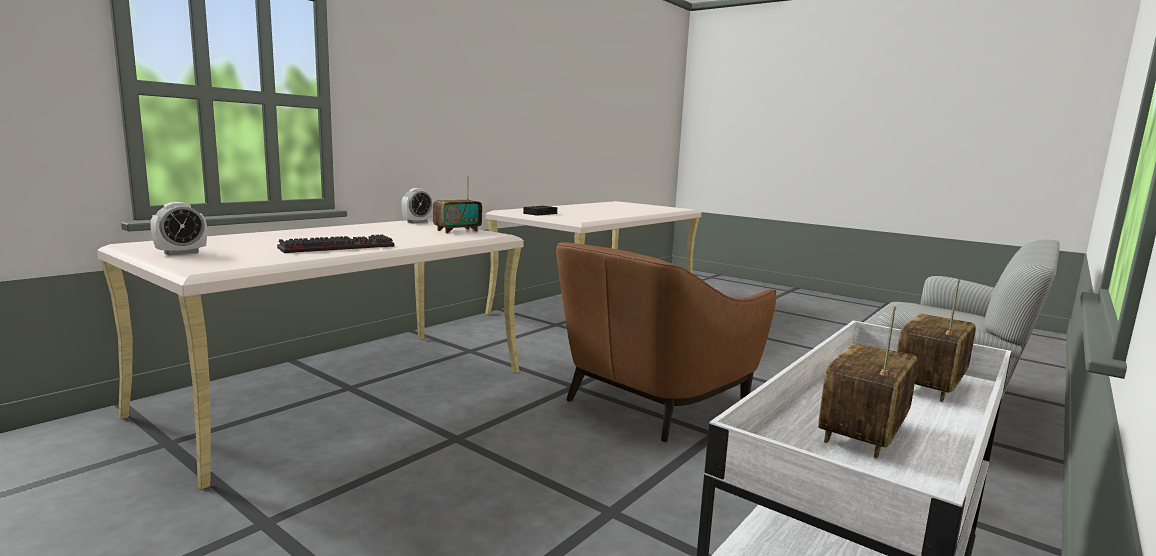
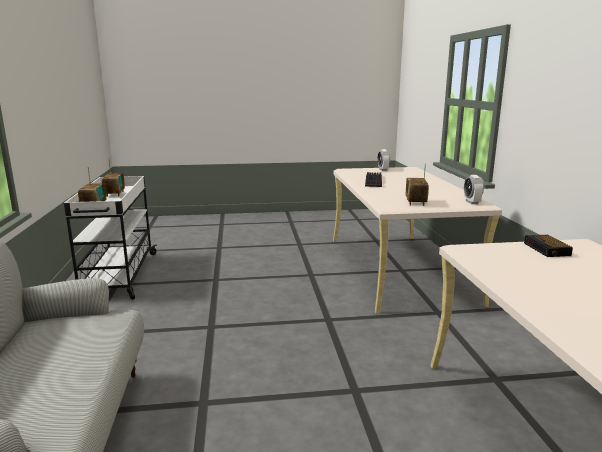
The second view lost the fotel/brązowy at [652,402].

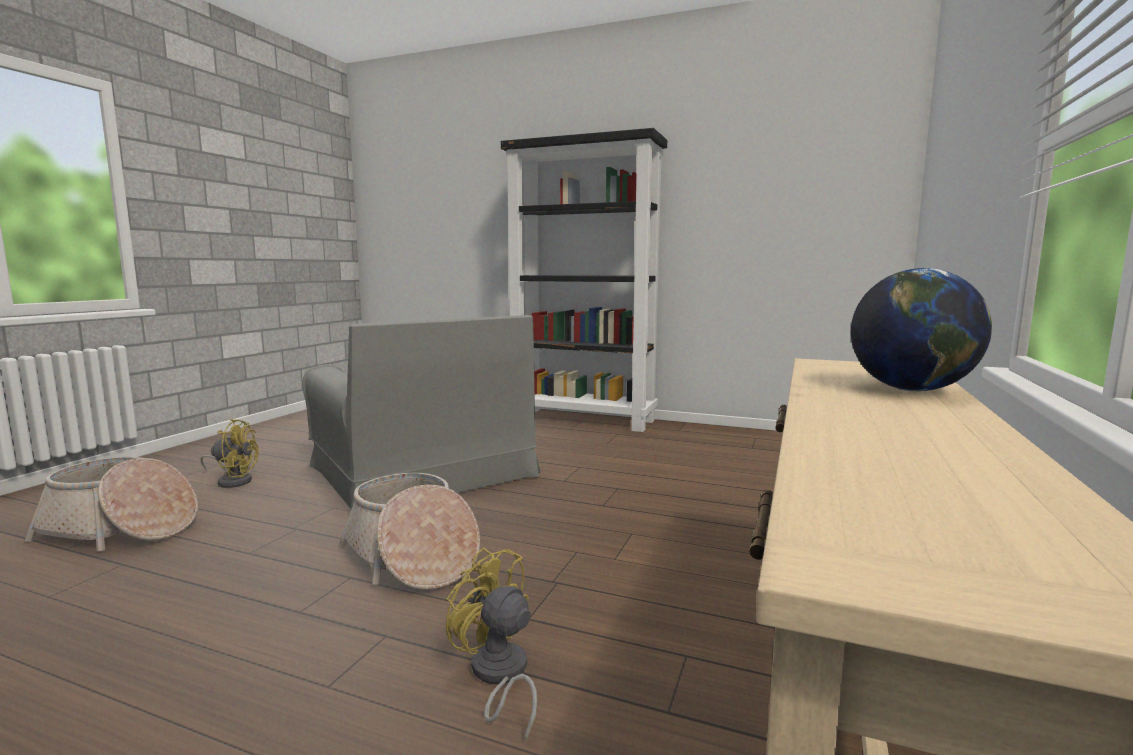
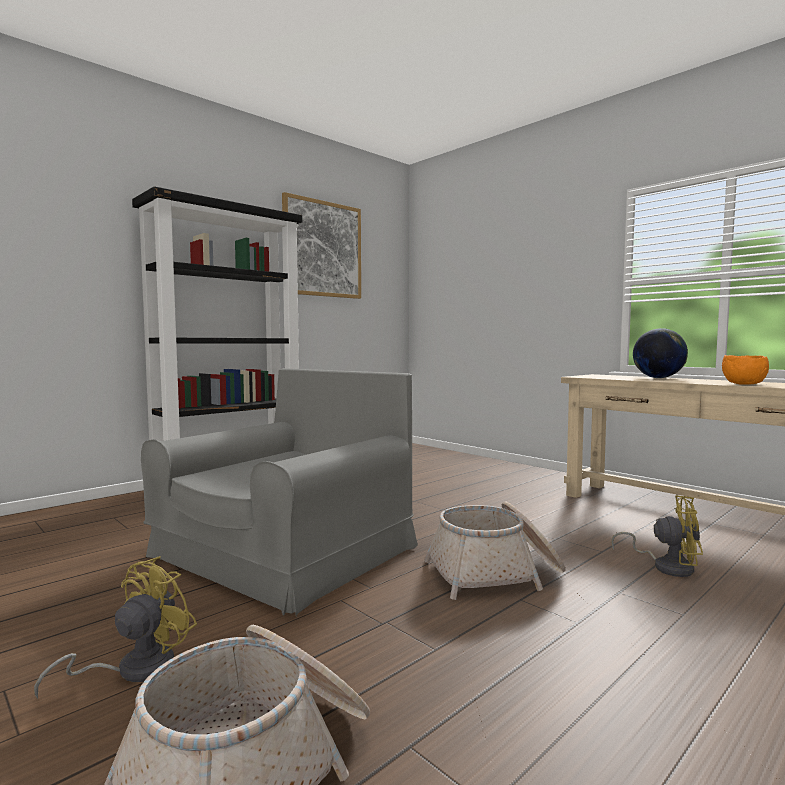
The second view gained the obraz at [322,249].
The second view gained the miska/pomarańczowy at [742,384].
The fotel/szary at [423,472] ended up facing another way, 45 degrees counterclockwise from before.
The wentylator/żółty at [498,676] ended up facing another way, 135 degrees counterclockwise from before.

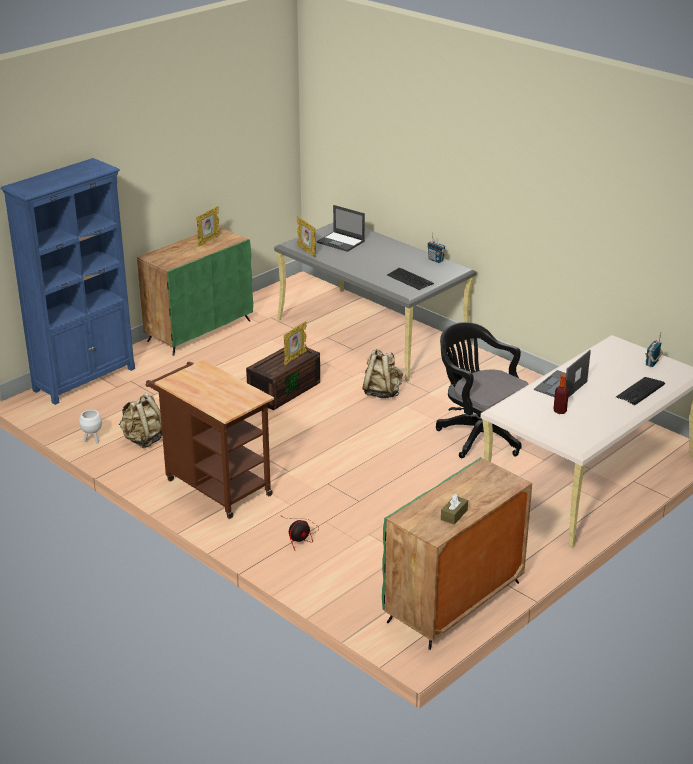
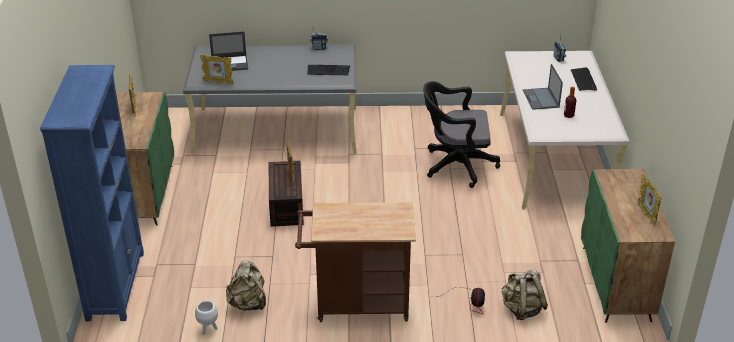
The plecak/beżowy ended up elsewhere, having gone from [382,392] to [522,309].
Where the pudełko chusteczek/brązowy stood at [454,515], the ramka na zdjęcie came to stand at [646,215].

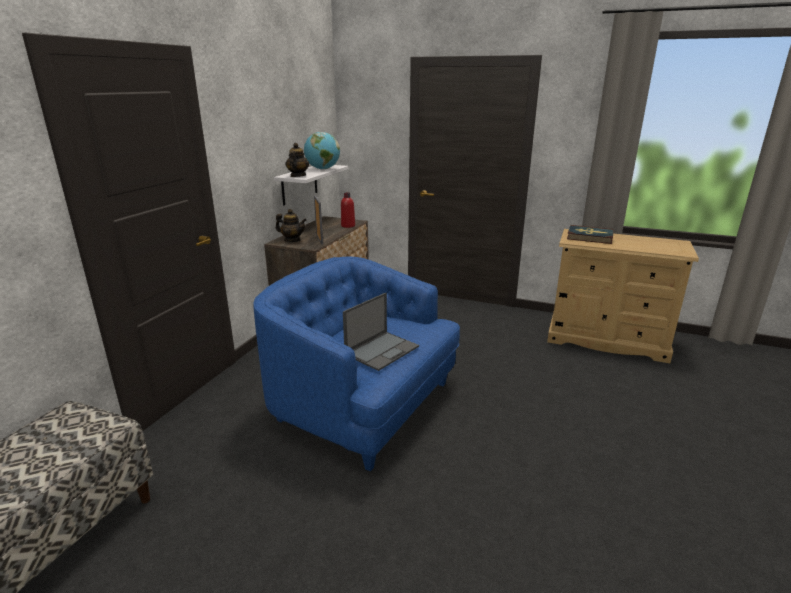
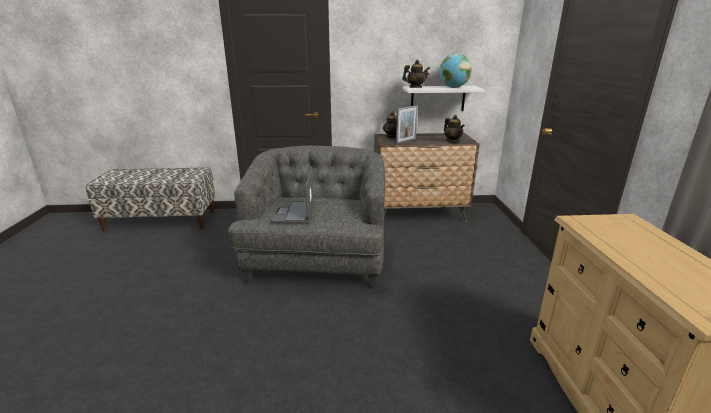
The second view lost the książka at [589,237].
Where the butelka/czerwony stood at [348,226], the imbryk came to stand at [452,141].
What was the fotel/niebieski at [363,405] turned into the fotel/szary at [317,260].
The laptop at [382,350] ended up facing another way, 75 degrees clockwise from before.

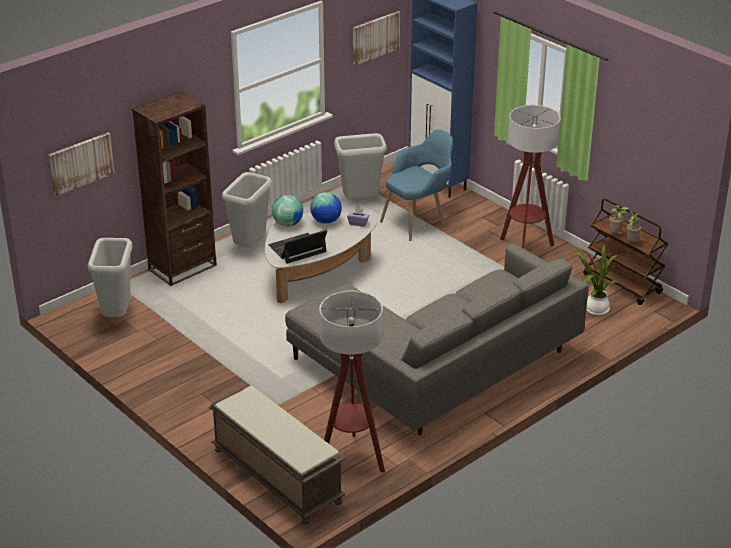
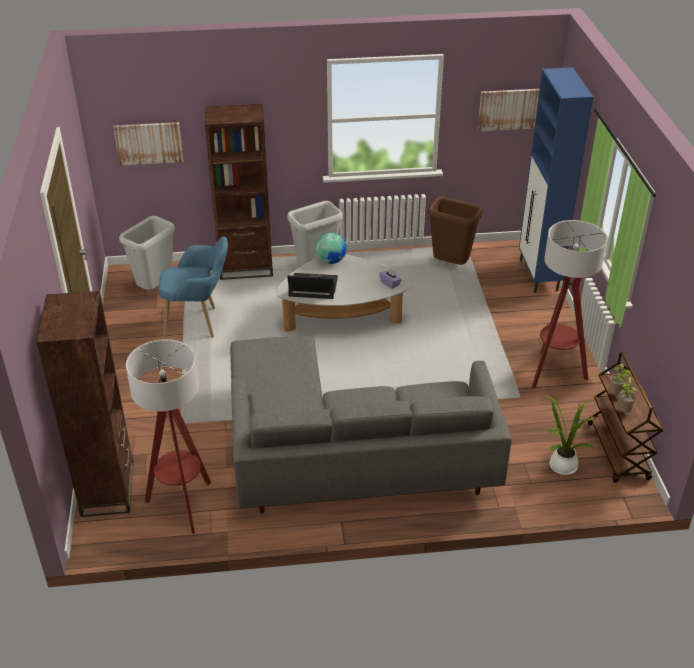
The second view lost the globus at [326,221].
The fotel/niebieski ended up elsewhere, having gone from [418,221] to [199,323].
Where the ławka/brązowy stood at [275,476], the regał/brązowy came to stand at [108,488].
What was the kosz na śmieci/szary at [360,201] turned into the kosz na śmieci/brązowy at [451,265].

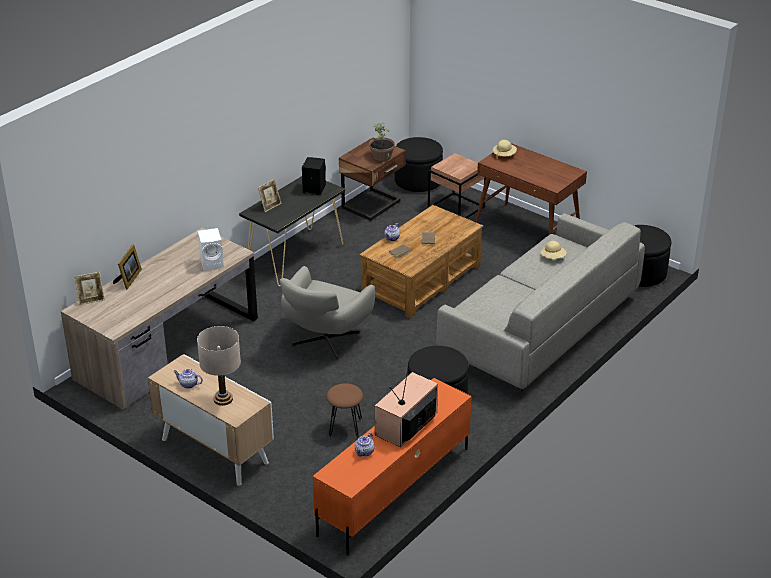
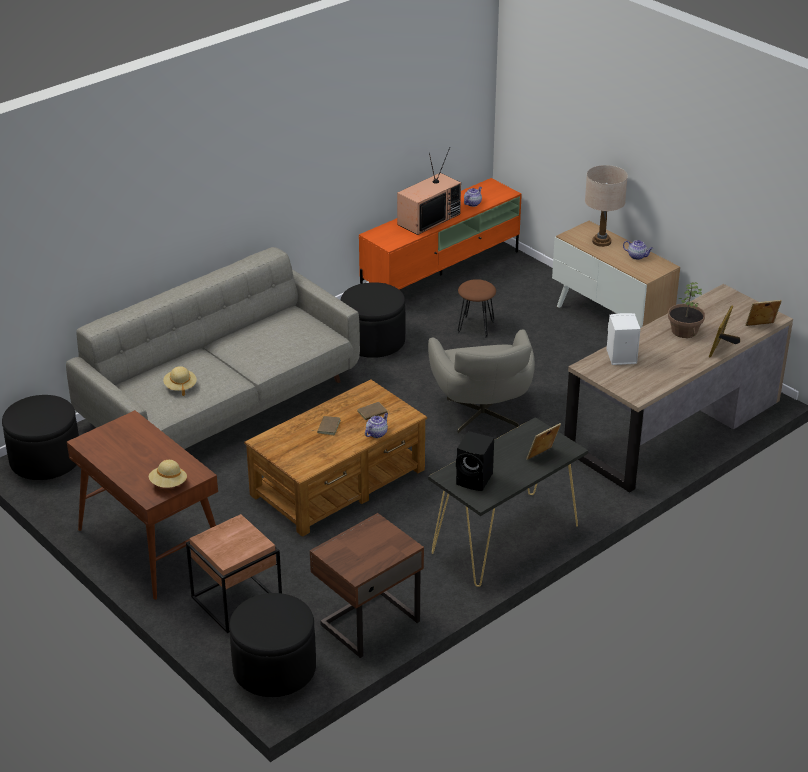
The roślina doniczkowa ended up elsewhere, having gone from [382,156] to [684,331].
The fotel/szary at [324,341] ended up facing another way, 135 degrees clockwise from before.

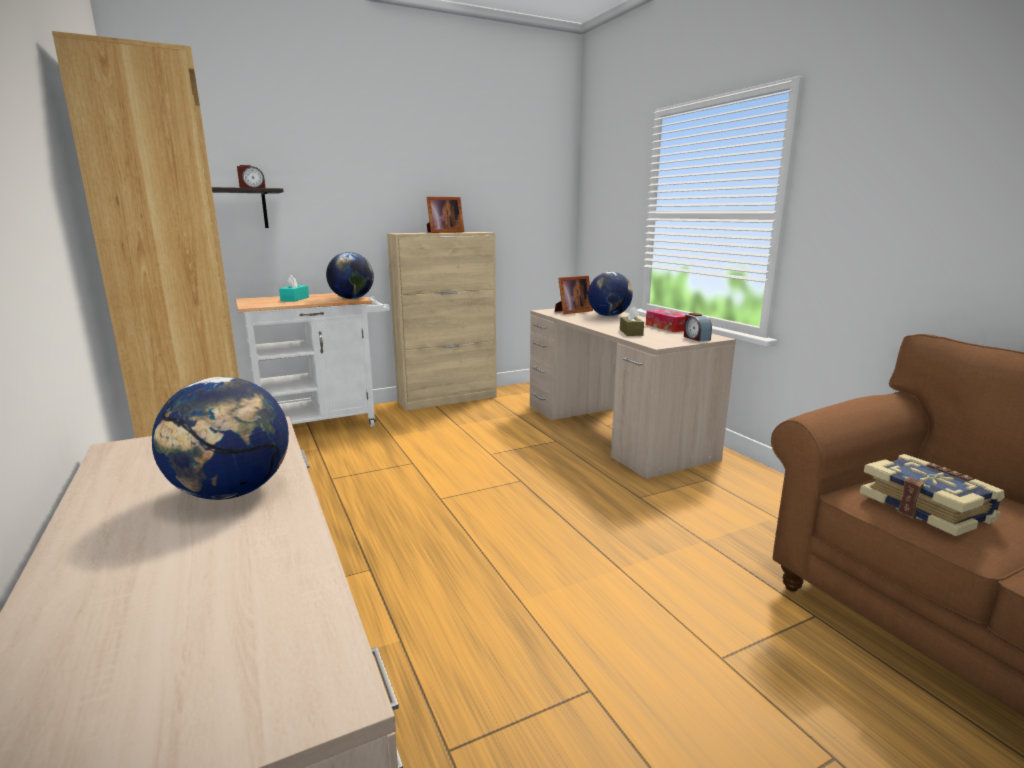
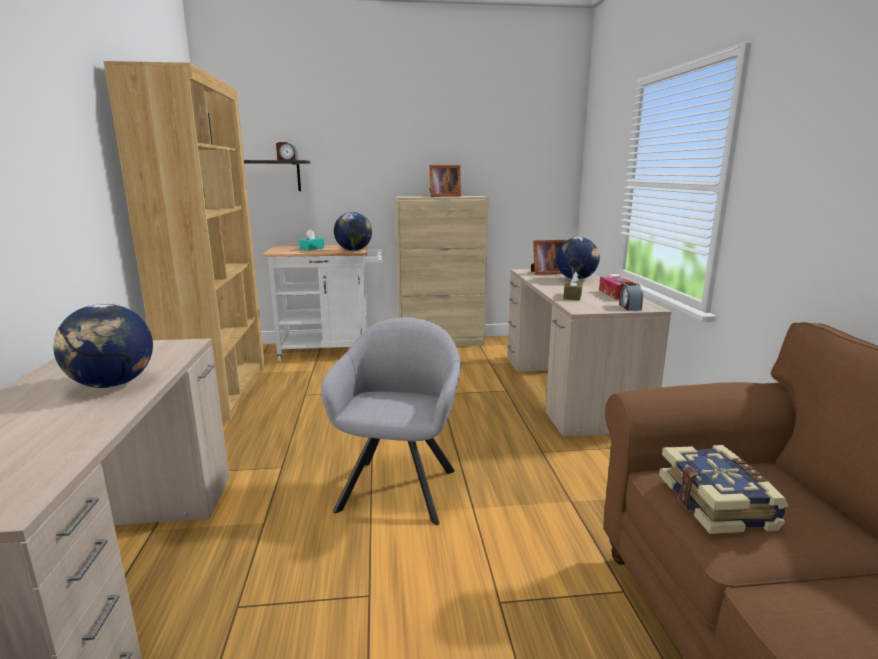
The second view gained the fotel/szary at [400,485].

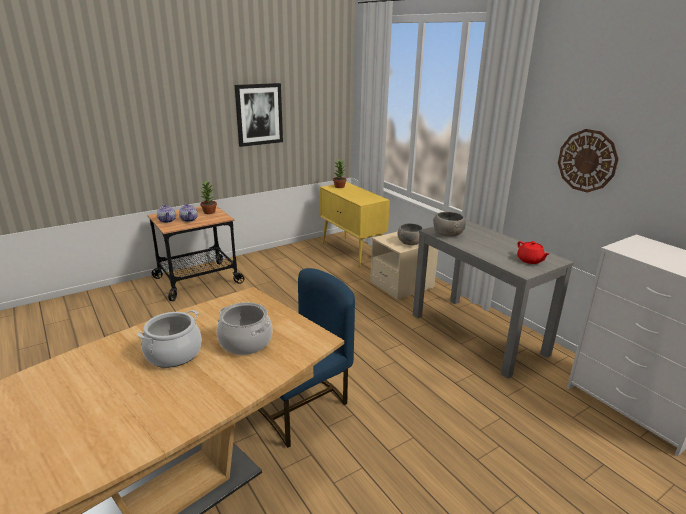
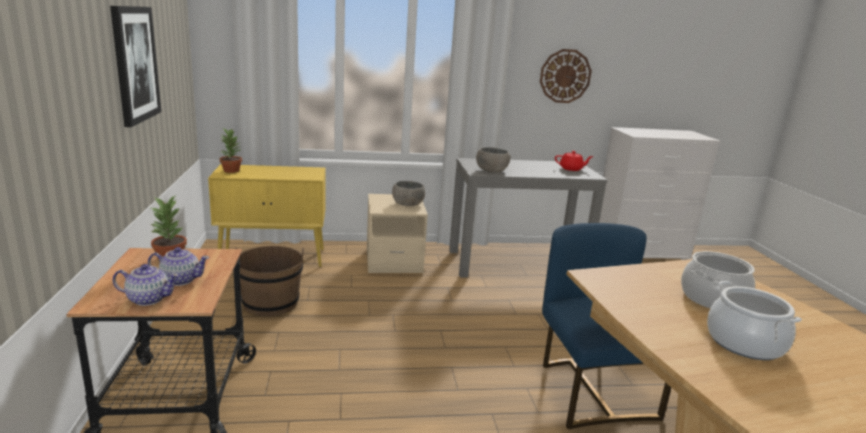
The second view gained the wiadro/brązowy at [270,303].

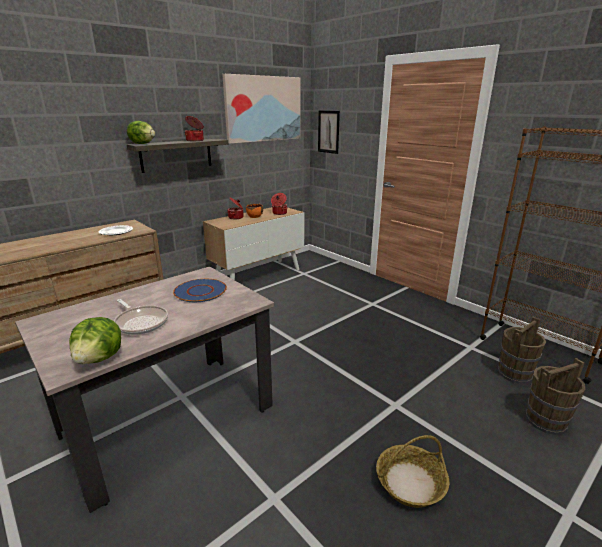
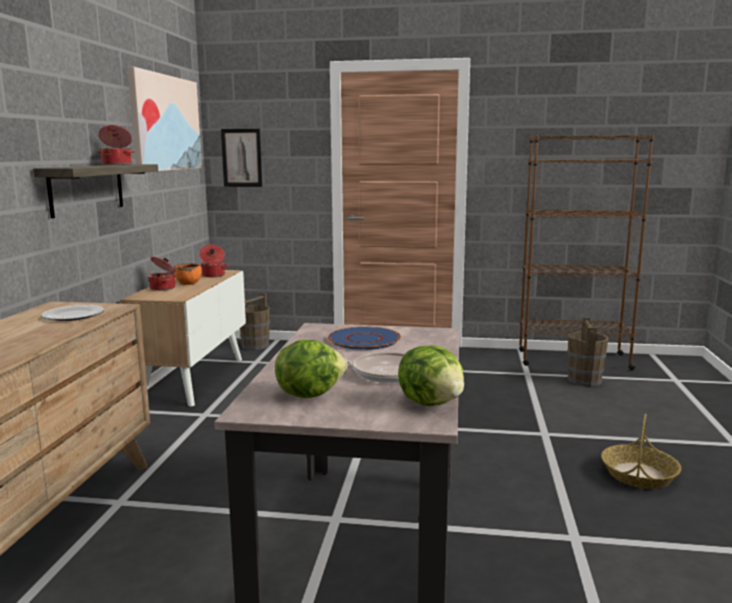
The sałata ended up elsewhere, having gone from [143,144] to [309,393].
The wiadro/brązowy ended up elsewhere, having gone from [545,420] to [255,346].

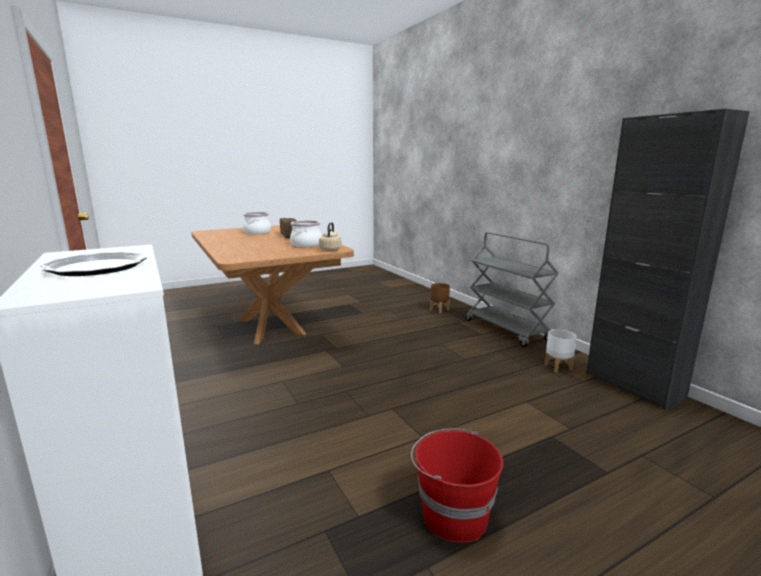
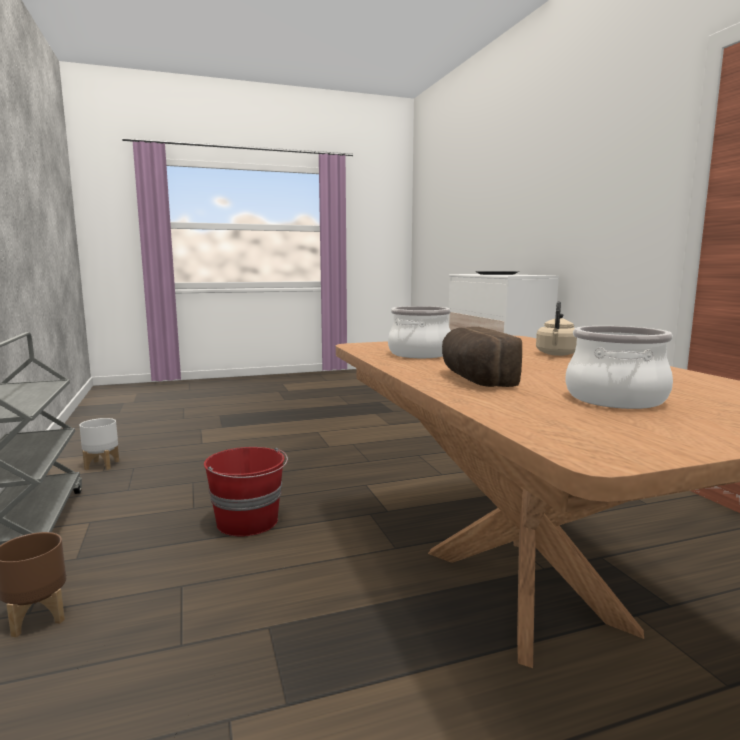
The second view lost the szafka/czarny at [633,385].
The czajnik/beżowy ended up elsewhere, having gone from [330,249] to [557,354].
The wiadro/czerwony ended up elsewhere, having gone from [453,515] to [248,522].

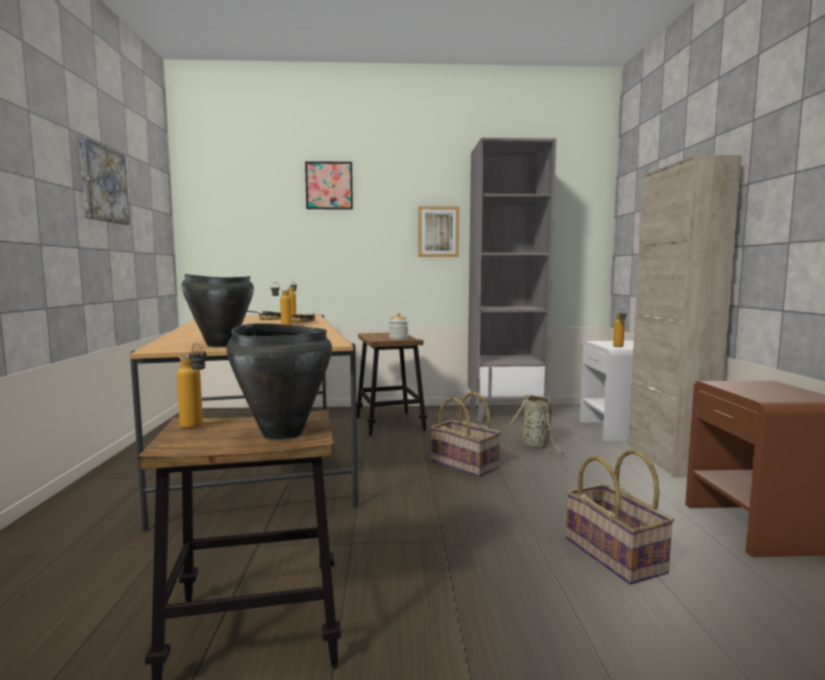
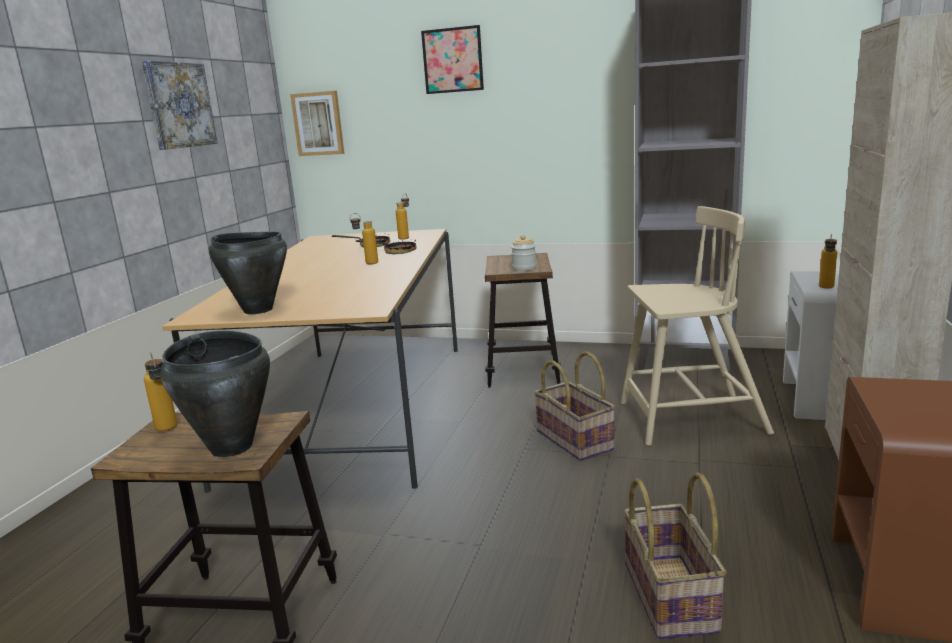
The obraz ended up elsewhere, having gone from [438,232] to [318,124].
Where the koszyk stood at [536,446], the krzesło/beżowy came to stand at [689,418].

